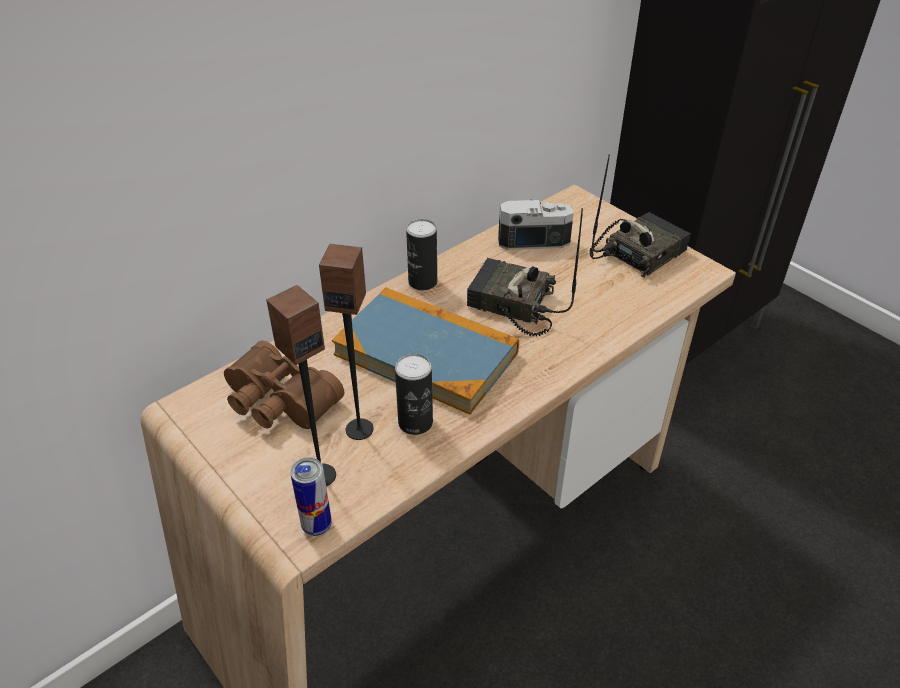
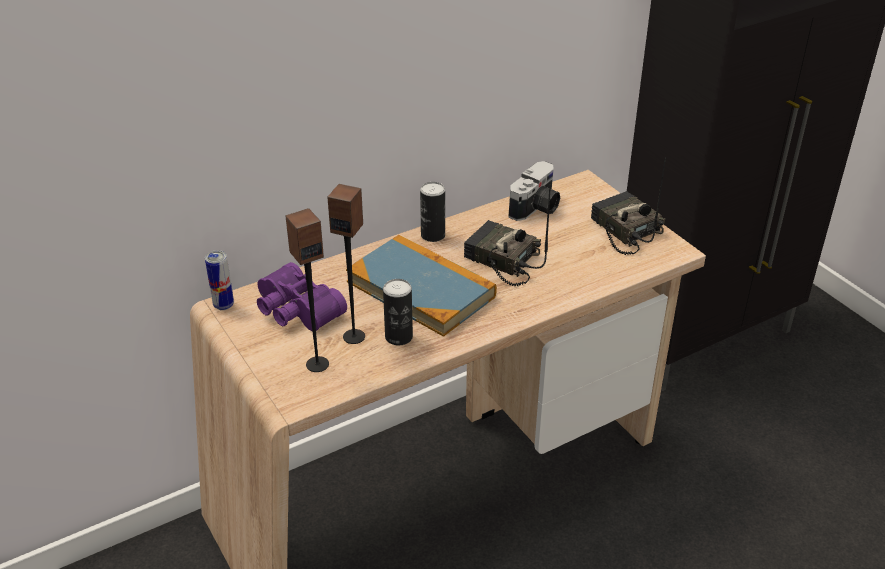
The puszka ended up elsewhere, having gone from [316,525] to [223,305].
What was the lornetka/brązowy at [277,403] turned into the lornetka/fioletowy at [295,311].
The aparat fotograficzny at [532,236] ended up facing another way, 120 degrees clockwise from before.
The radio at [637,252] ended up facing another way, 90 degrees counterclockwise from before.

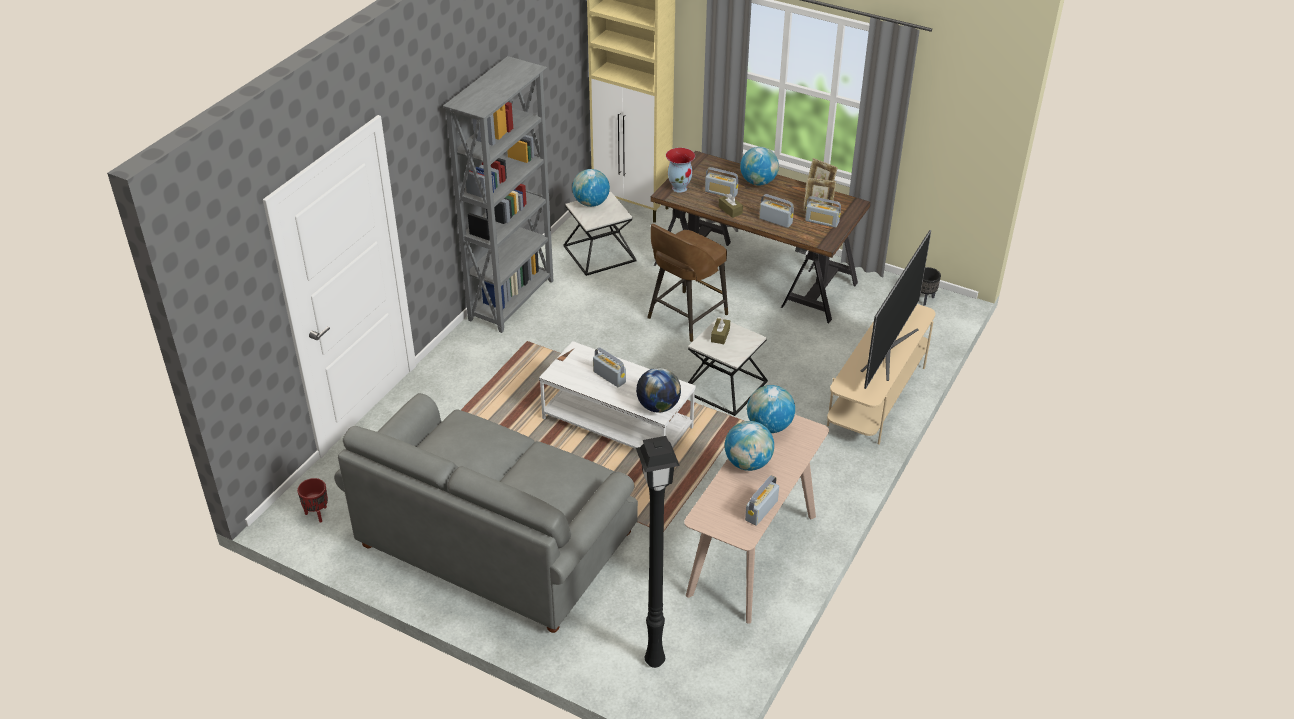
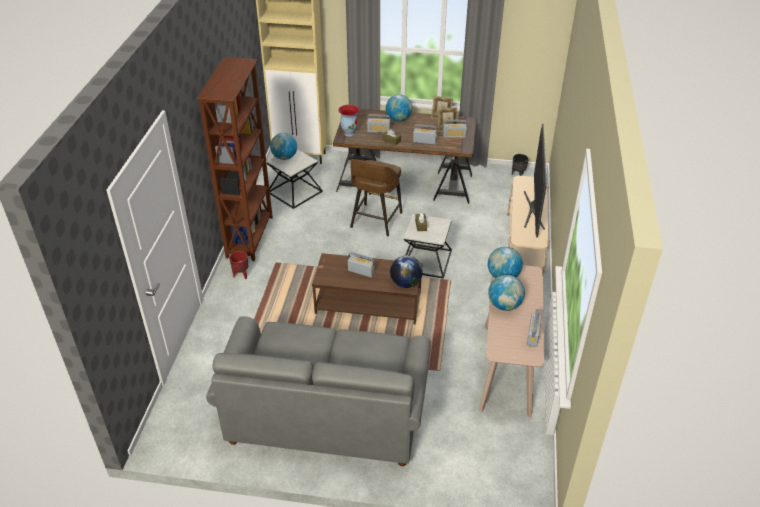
The second view lost the lampa stojąca/czarny at [654,662].
The donica/czerwony ended up elsewhere, having gone from [317,514] to [241,275].
What was the regał/szary at [513,300] turned into the regał/brązowy at [250,236].
What was the ława/biały at [616,423] turned into the ława/brązowy at [367,303].

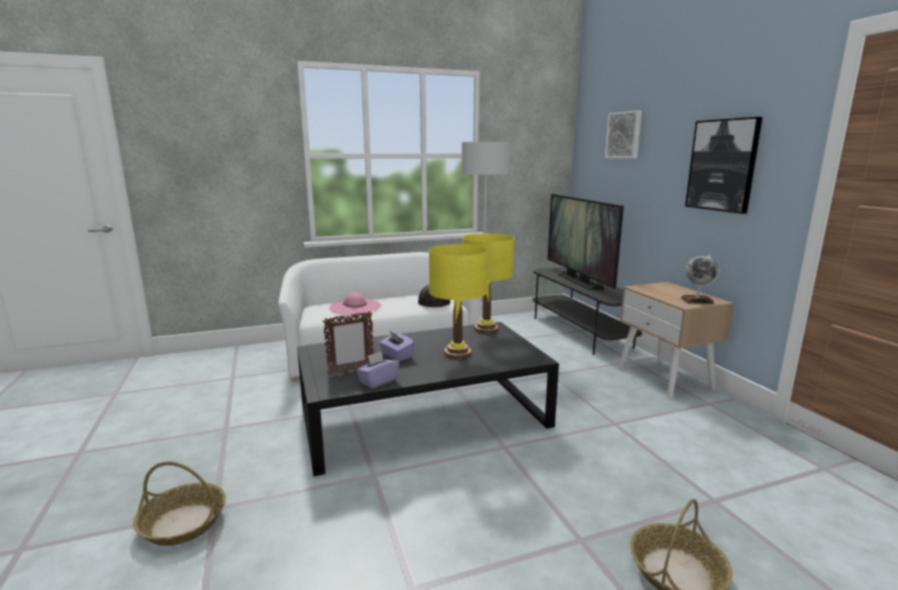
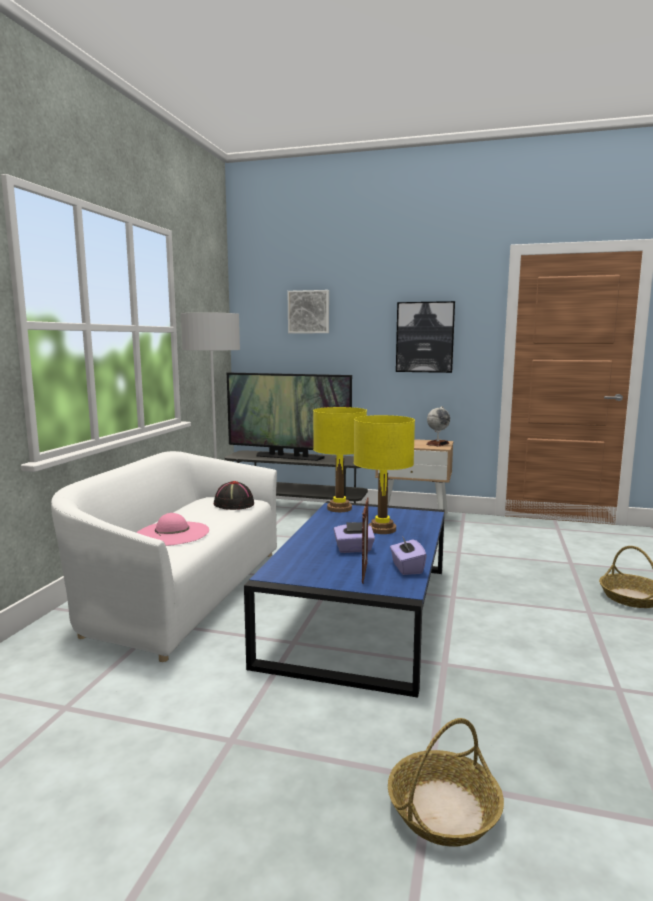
What was the ława/czarny at [424,415] turned into the ława/niebieski at [360,611].

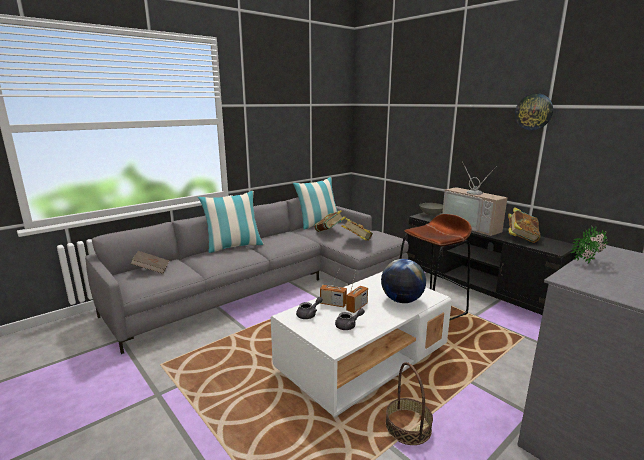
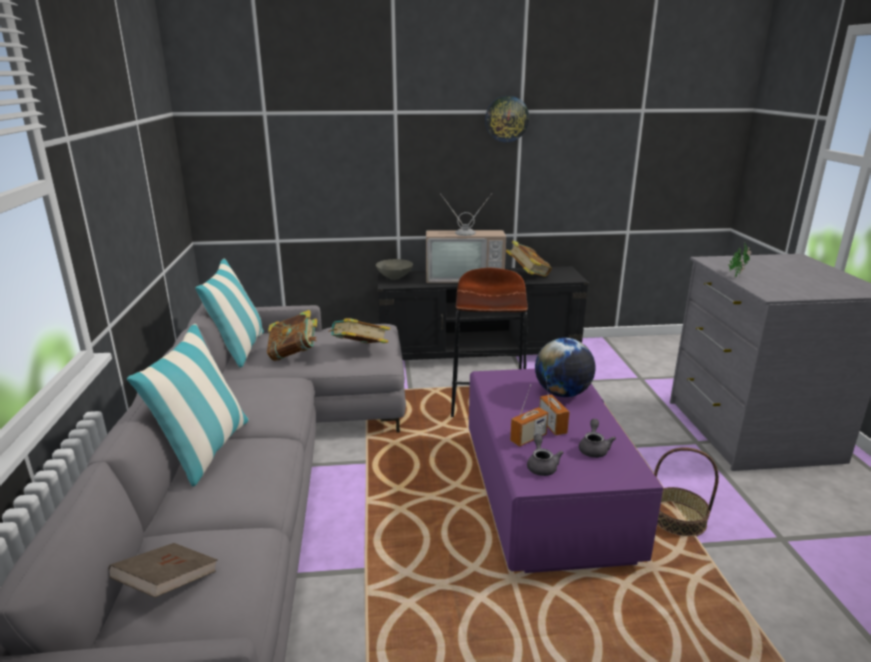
What was the ława/biały at [362,361] turned into the ława/fioletowy at [545,495].

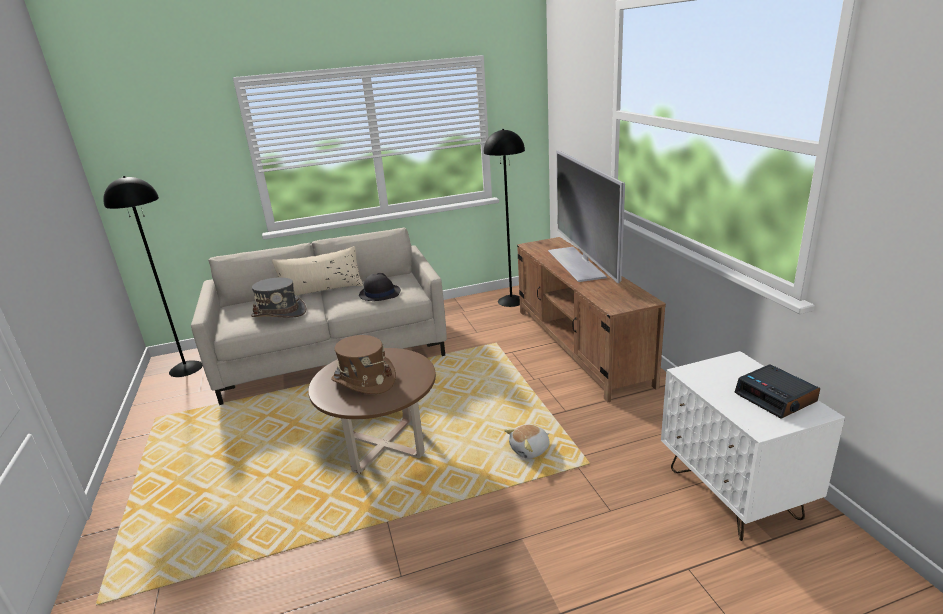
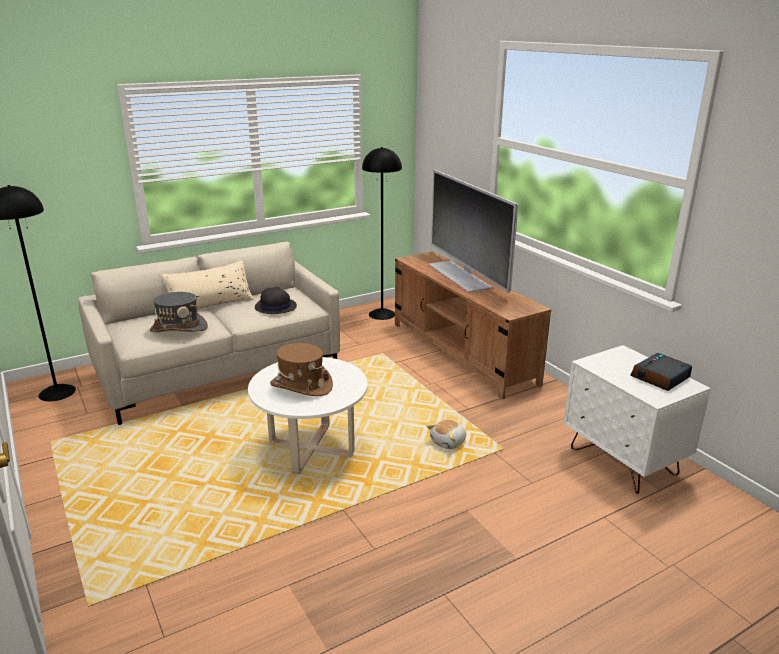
What was the ława/brązowy at [383,446] turned into the ława/biały at [311,449].
The budzik at [776,398] ended up facing another way, 90 degrees clockwise from before.

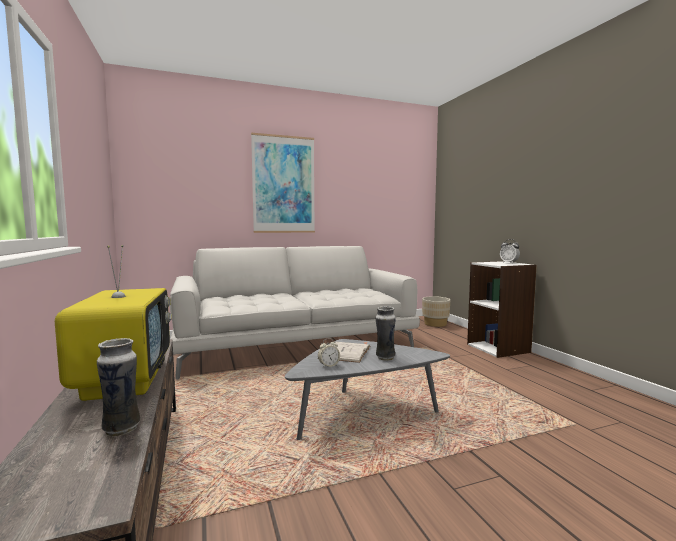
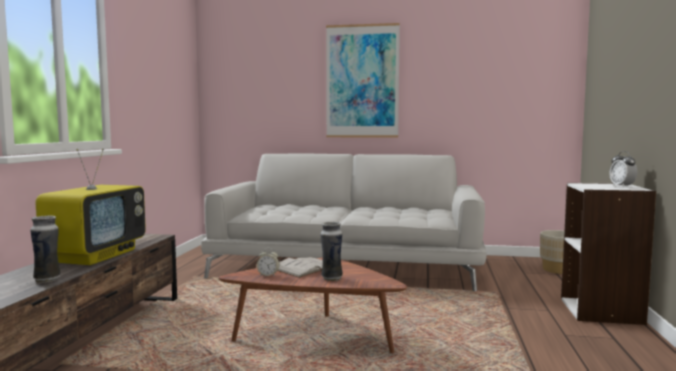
What was the ława/szary at [362,413] turned into the ława/brązowy at [316,336].

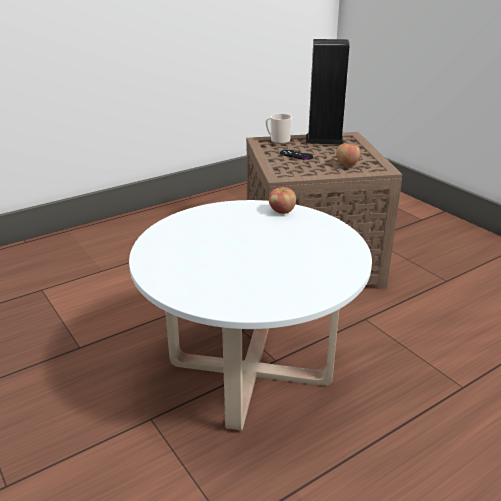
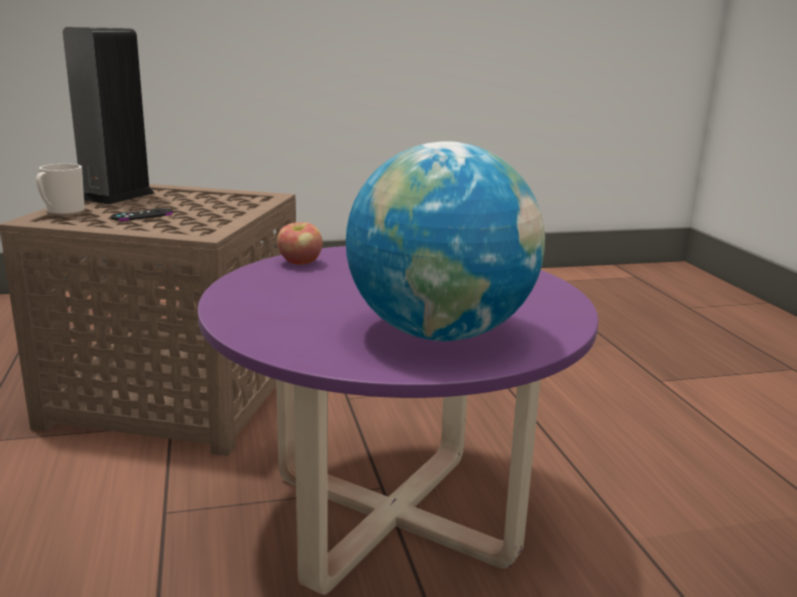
The second view lost the jabłko at [347,164].
The second view gained the globus at [440,333].
What was the ława/biały at [250,371] turned into the ława/fioletowy at [391,516].

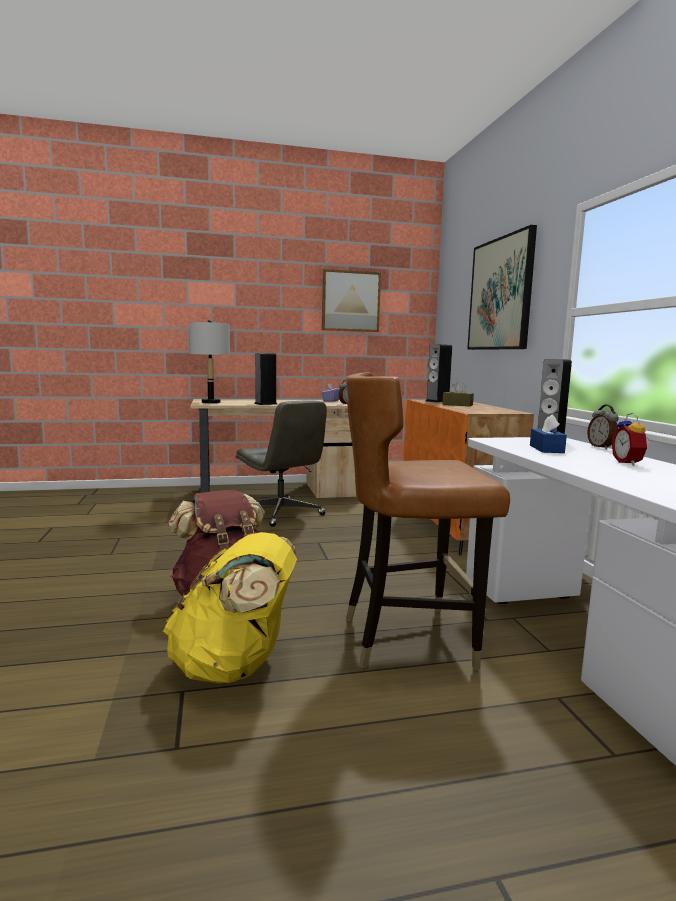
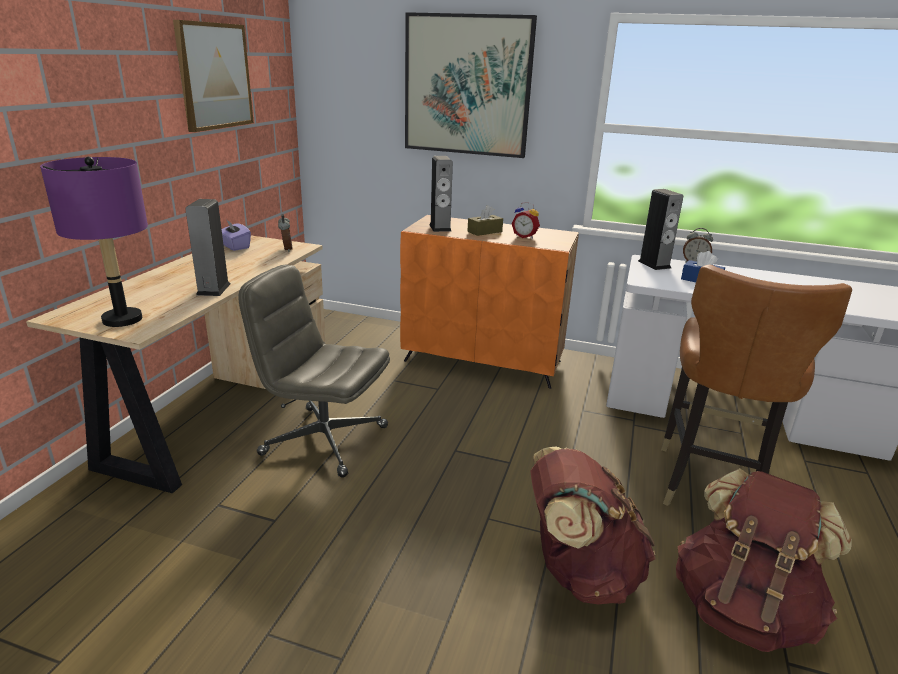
The budzik ended up elsewhere, having gone from [629,462] to [525,236].
What was the plecak/żółty at [235,666] turned into the plecak/brązowy at [742,609].
What was the lampa stołowa/szary at [210,402] turned into the lampa stołowa/fioletowy at [122,319].
The krzesło biurowe/szary at [281,513] ended up facing another way, 150 degrees counterclockwise from before.

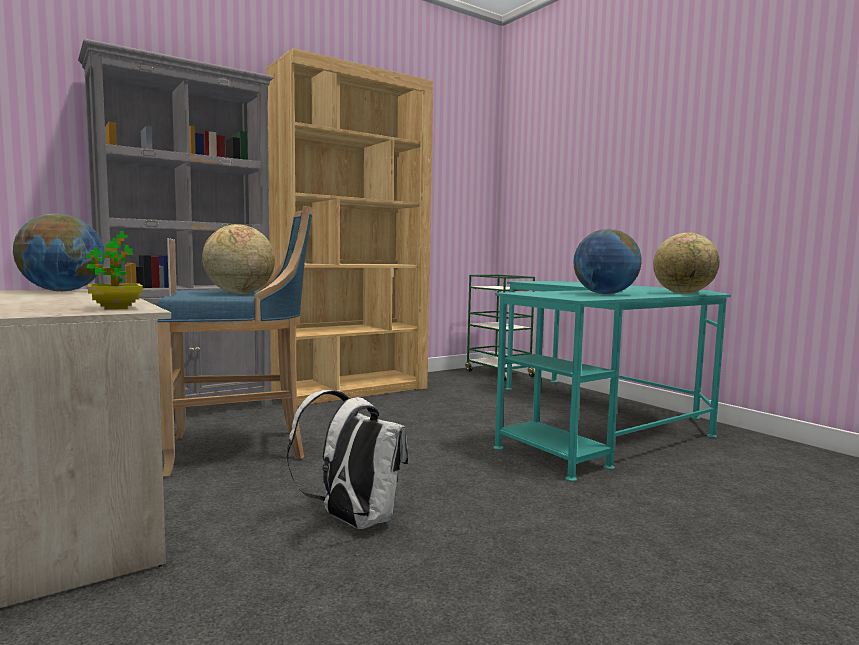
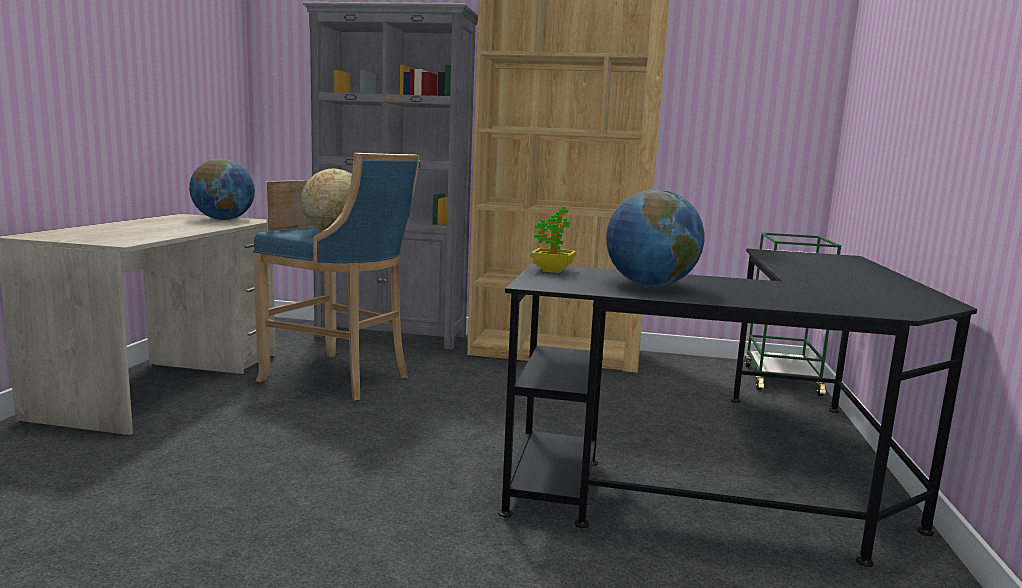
The second view lost the plecak/biały at [352,521].
The second view lost the globus at [683,293].
The roślina doniczkowa ended up elsewhere, having gone from [115,308] to [552,271].
What was the biurko/turkusowy at [599,419] turned into the biurko/czarny at [747,474].

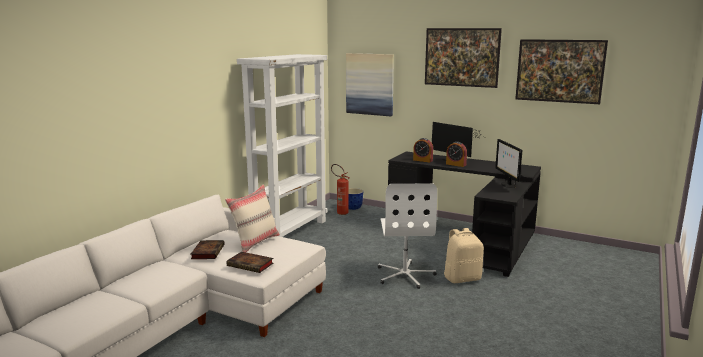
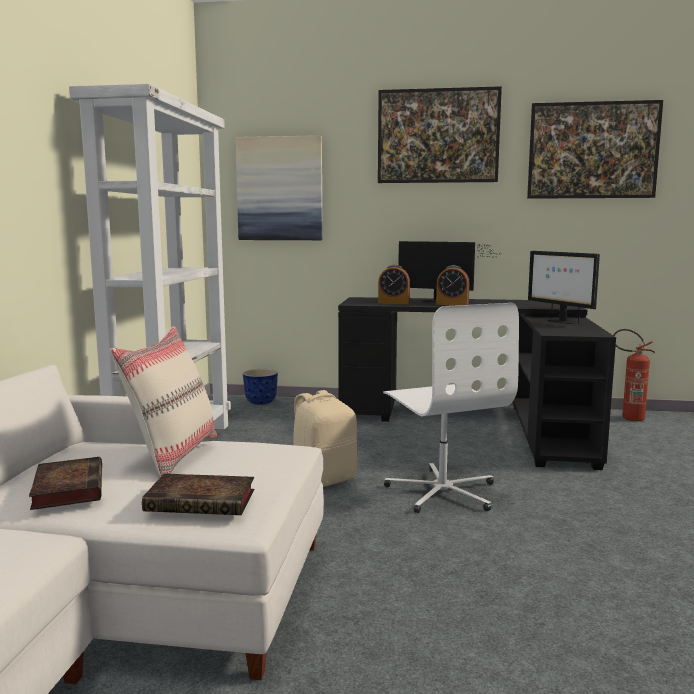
The gaśnica ended up elsewhere, having gone from [340,212] to [627,418].
The plecak/beżowy ended up elsewhere, having gone from [462,278] to [323,481].

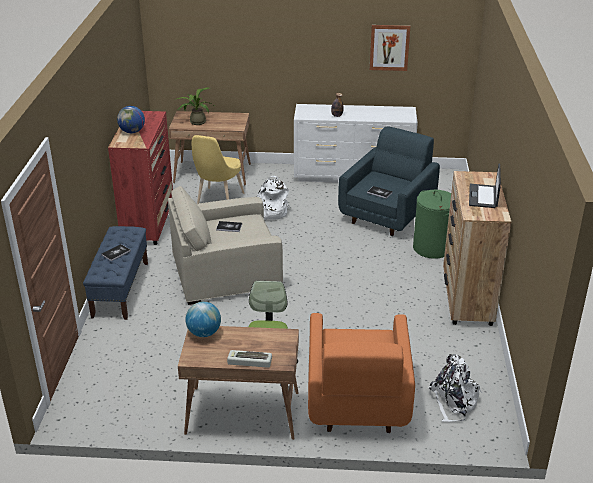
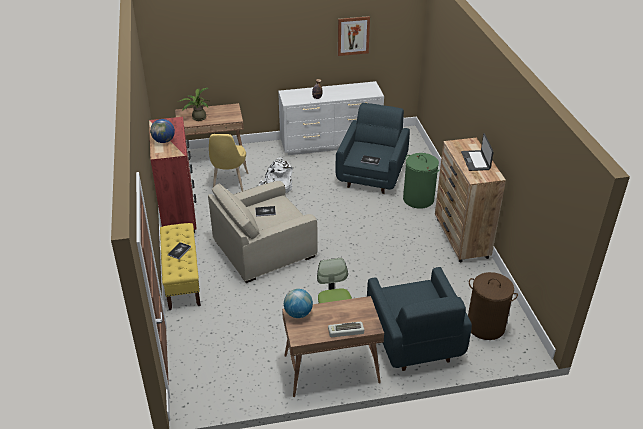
Where the plecak/biały stood at [454,401], the kosz na pranie/brązowy came to stand at [485,326].
What was the ławka/niebieski at [120,289] turned into the ławka/żółty at [182,279].
What was the fotel/pomarańczowy at [357,400] turned into the fotel/niebieski at [414,340].

